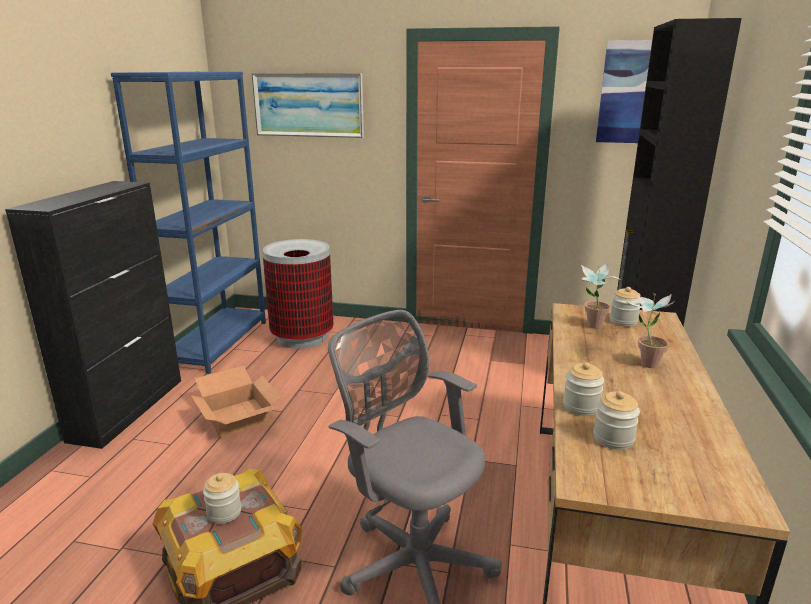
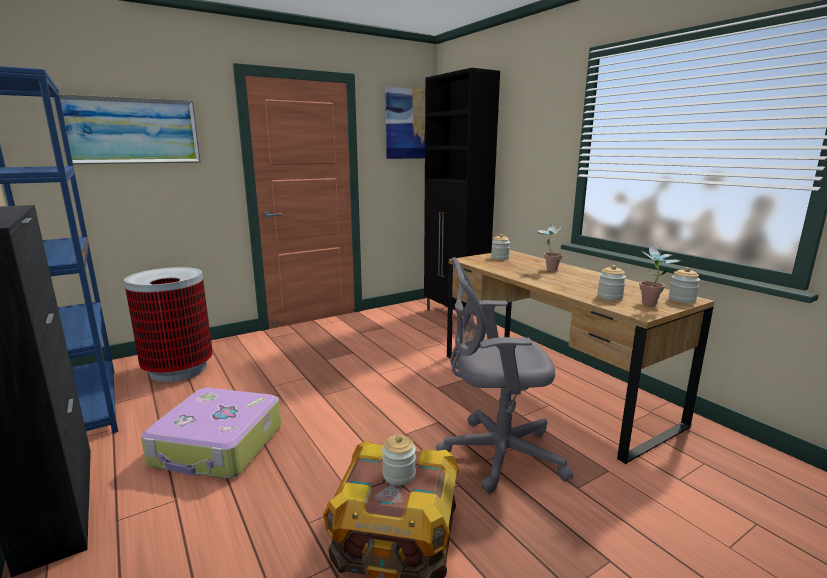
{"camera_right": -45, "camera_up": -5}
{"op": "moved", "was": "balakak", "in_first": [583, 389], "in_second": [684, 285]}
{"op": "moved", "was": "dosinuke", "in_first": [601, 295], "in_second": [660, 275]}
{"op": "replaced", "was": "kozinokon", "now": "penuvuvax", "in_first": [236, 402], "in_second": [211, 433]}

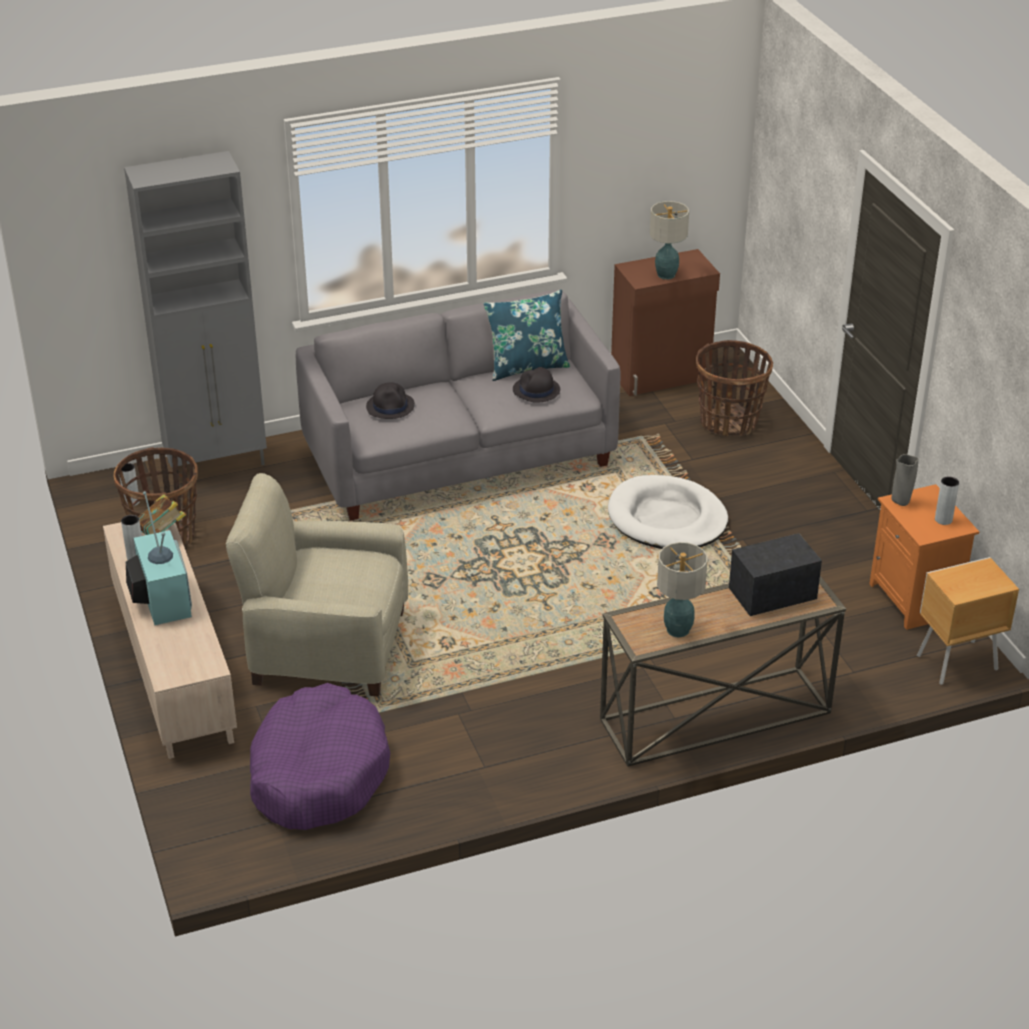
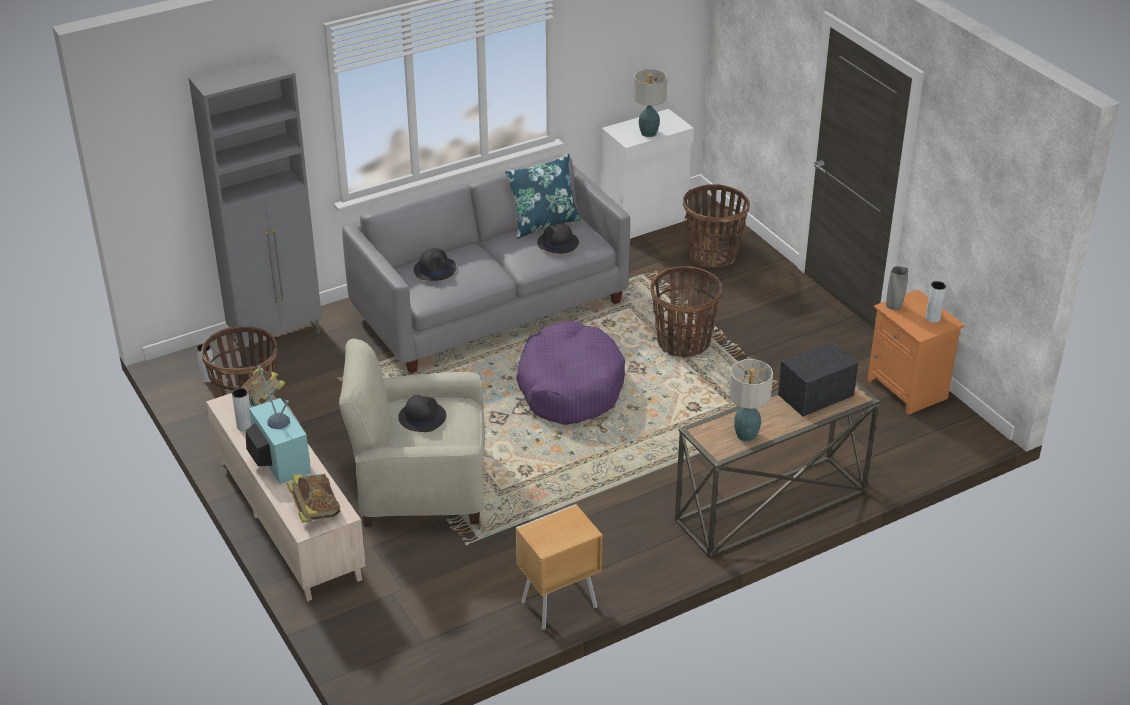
{"camera_right": -10, "camera_up": 0}
{"op": "added", "now": "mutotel", "in_second": [313, 498]}
{"op": "added", "now": "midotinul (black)", "in_second": [422, 413]}
{"op": "moved", "was": "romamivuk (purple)", "in_first": [320, 756], "in_second": [570, 373]}
{"op": "moved", "was": "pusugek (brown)", "in_first": [968, 621], "in_second": [559, 567]}
{"op": "replaced", "was": "romamivuk (white)", "now": "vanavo", "in_first": [668, 512], "in_second": [686, 311]}
{"op": "recoloured", "was": "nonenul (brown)", "now": "nonenul (white)", "in_first": [665, 322], "in_second": [647, 174]}

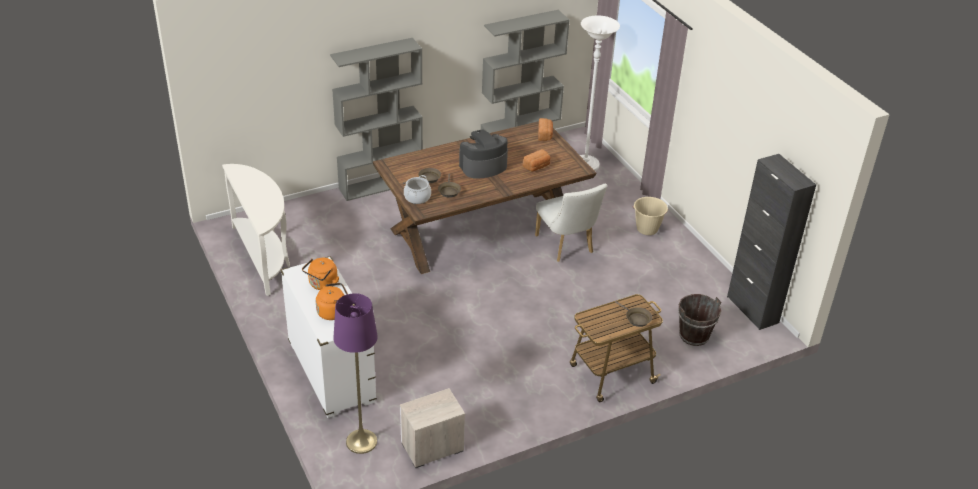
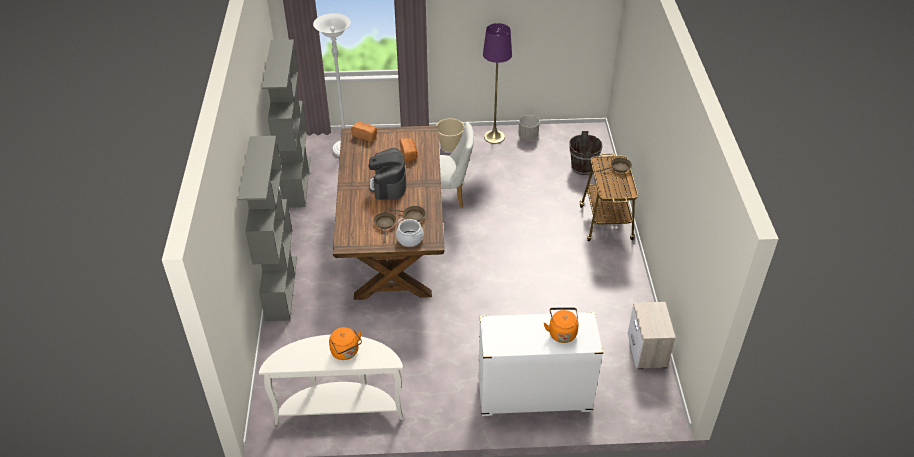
{"camera_right": -65, "camera_up": 5}
{"op": "removed", "was": "nonenul (black)", "in_first": [771, 242]}
{"op": "added", "now": "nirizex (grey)", "in_second": [529, 127]}
{"op": "moved", "was": "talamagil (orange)", "in_first": [320, 274], "in_second": [345, 343]}
{"op": "moved", "was": "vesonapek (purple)", "in_first": [355, 373], "in_second": [497, 83]}

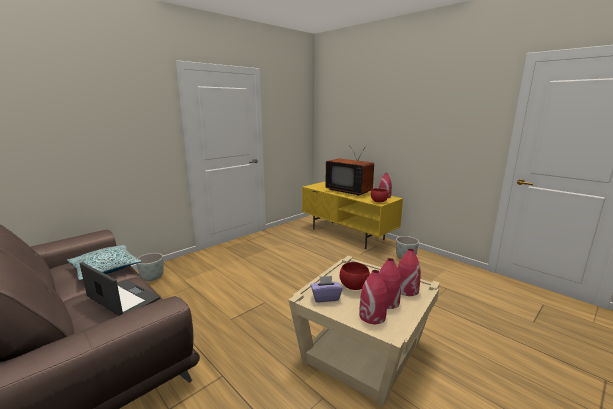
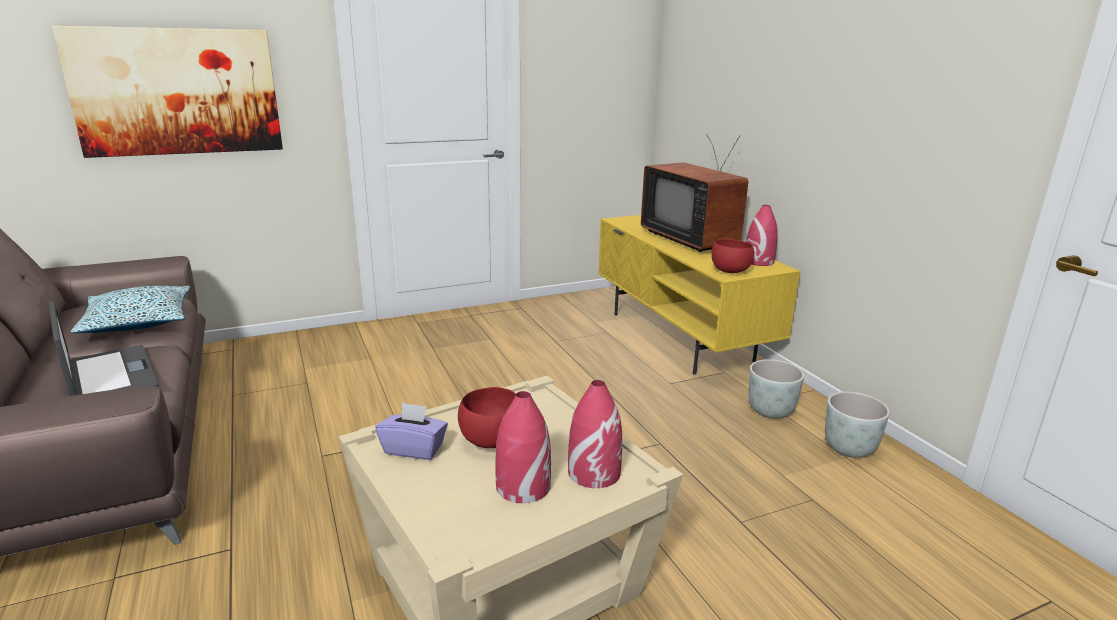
{"camera_right": 20, "camera_up": 5}
{"op": "removed", "was": "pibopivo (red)", "in_first": [373, 297]}
{"op": "added", "now": "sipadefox", "in_second": [167, 92]}
{"op": "moved", "was": "nirizex (grey)", "in_first": [150, 267], "in_second": [857, 425]}

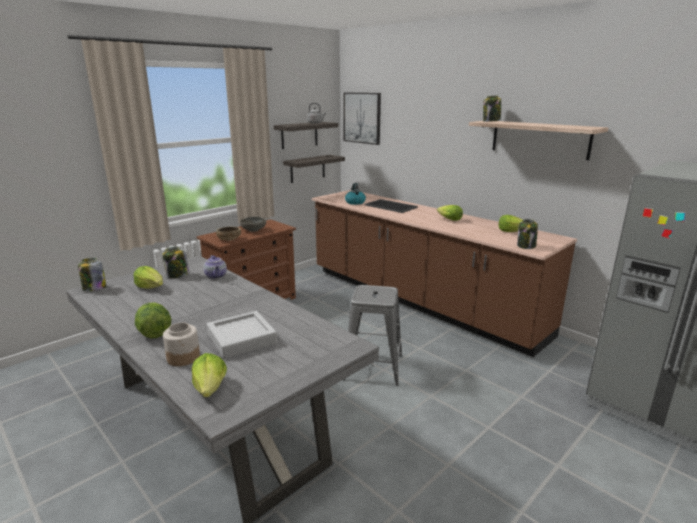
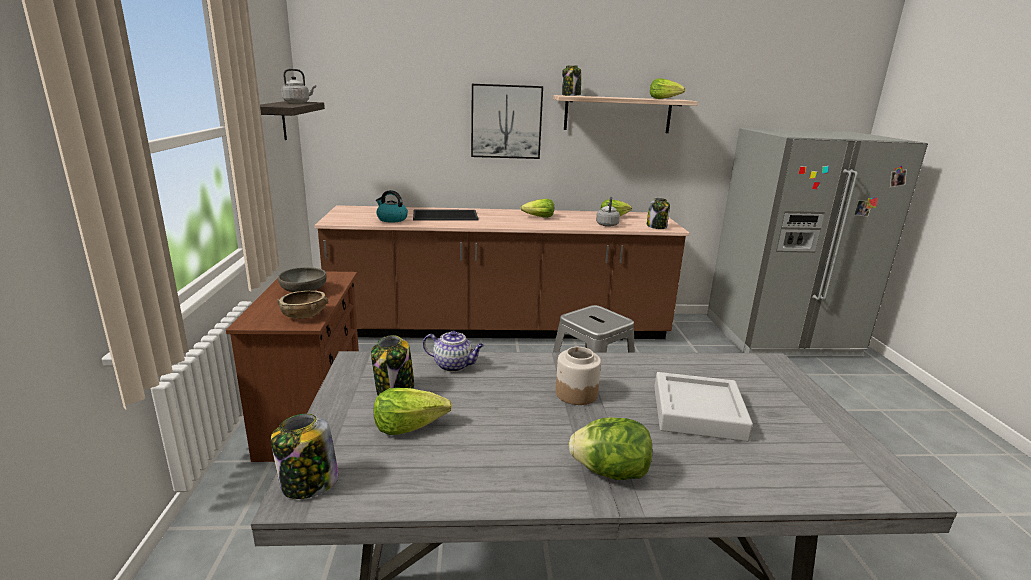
{"camera_right": -50, "camera_up": 0}
{"op": "removed", "was": "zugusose", "in_first": [314, 169]}
{"op": "added", "now": "talamagil (grey)", "in_second": [608, 212]}
{"op": "moved", "was": "balakak", "in_first": [181, 344], "in_second": [578, 376]}
{"op": "moved", "was": "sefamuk", "in_first": [209, 375], "in_second": [667, 88]}
{"op": "moved", "was": "sipadefox", "in_first": [362, 118], "in_second": [507, 121]}

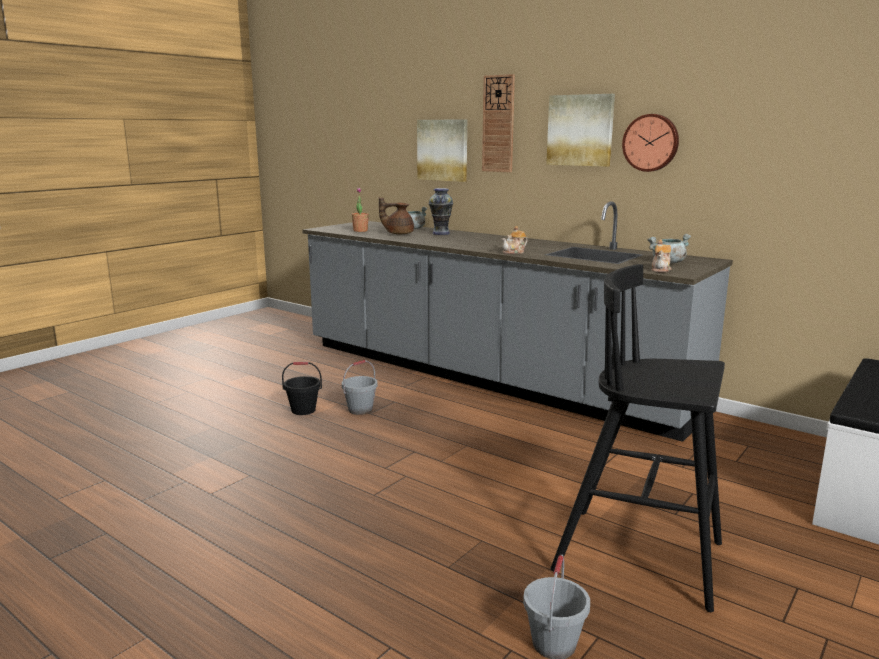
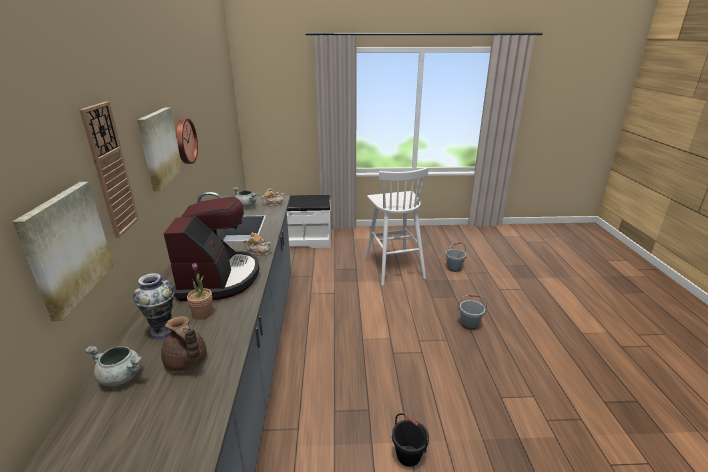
{"camera_right": -130, "camera_up": 10}
{"op": "added", "now": "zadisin", "in_second": [212, 249]}
{"op": "moved", "was": "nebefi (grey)", "in_first": [359, 387], "in_second": [472, 312]}
{"op": "moved", "was": "dosinuke", "in_first": [360, 209], "in_second": [200, 291]}
{"op": "recoloured", "was": "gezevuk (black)", "now": "gezevuk (white)", "in_first": [638, 438], "in_second": [397, 226]}

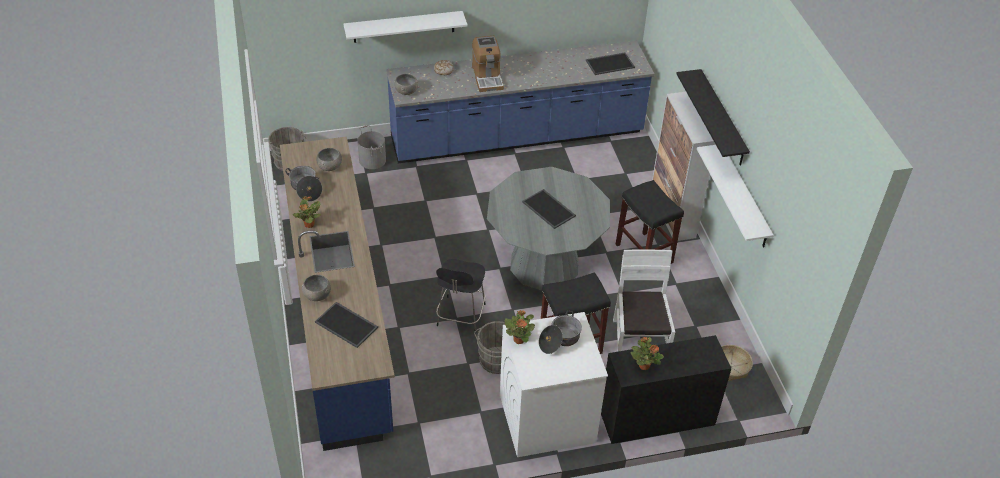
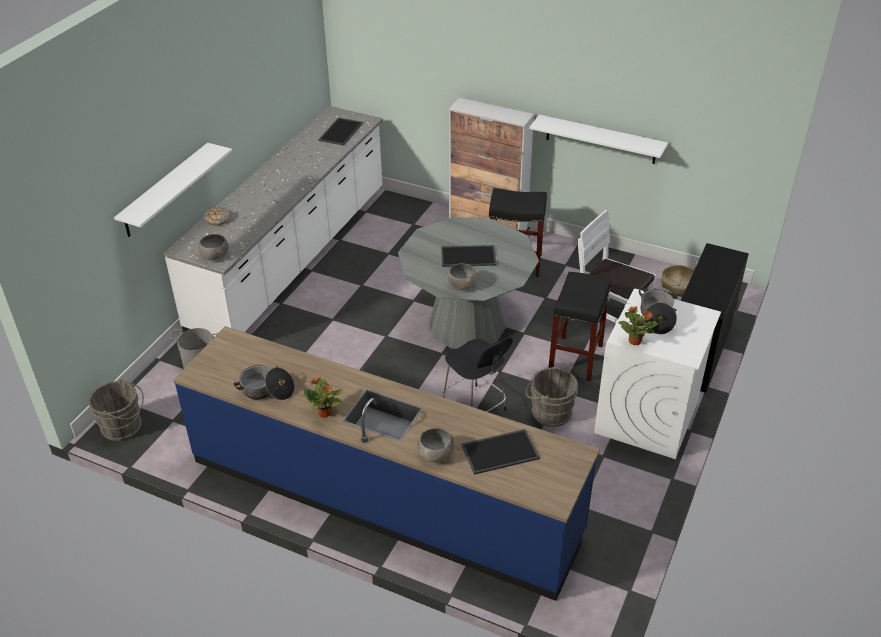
{"camera_right": -50, "camera_up": -5}
{"op": "removed", "was": "zadisin", "in_first": [488, 64]}
{"op": "removed", "was": "dosinuke", "in_first": [647, 353]}
{"op": "removed", "was": "zugusose (black)", "in_first": [713, 117]}
{"op": "moved", "was": "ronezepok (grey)", "in_first": [329, 159], "in_second": [462, 276]}
{"op": "recoloured", "was": "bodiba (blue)", "now": "bodiba (white)", "in_first": [520, 102], "in_second": [273, 221]}

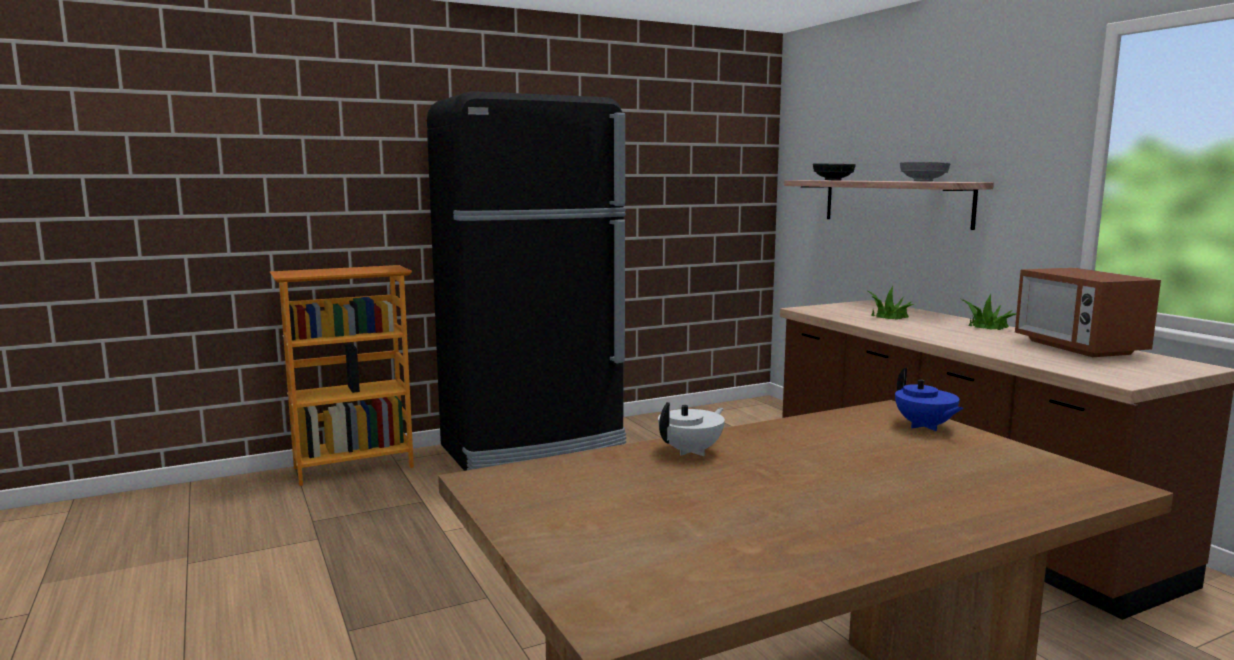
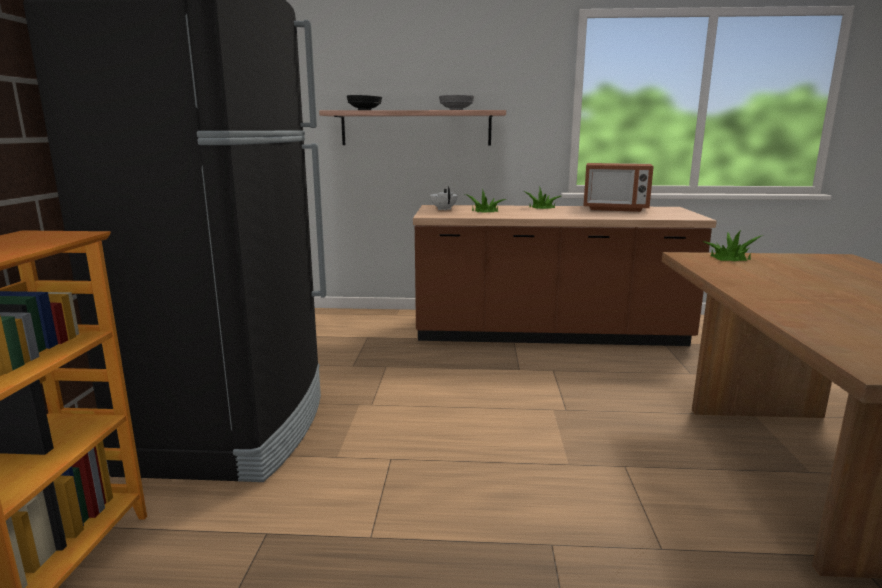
{"camera_right": -60, "camera_up": 5}
{"op": "moved", "was": "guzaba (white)", "in_first": [691, 429], "in_second": [444, 198]}
{"op": "replaced", "was": "guzaba (blue)", "now": "dosinuke", "in_first": [929, 399], "in_second": [733, 245]}

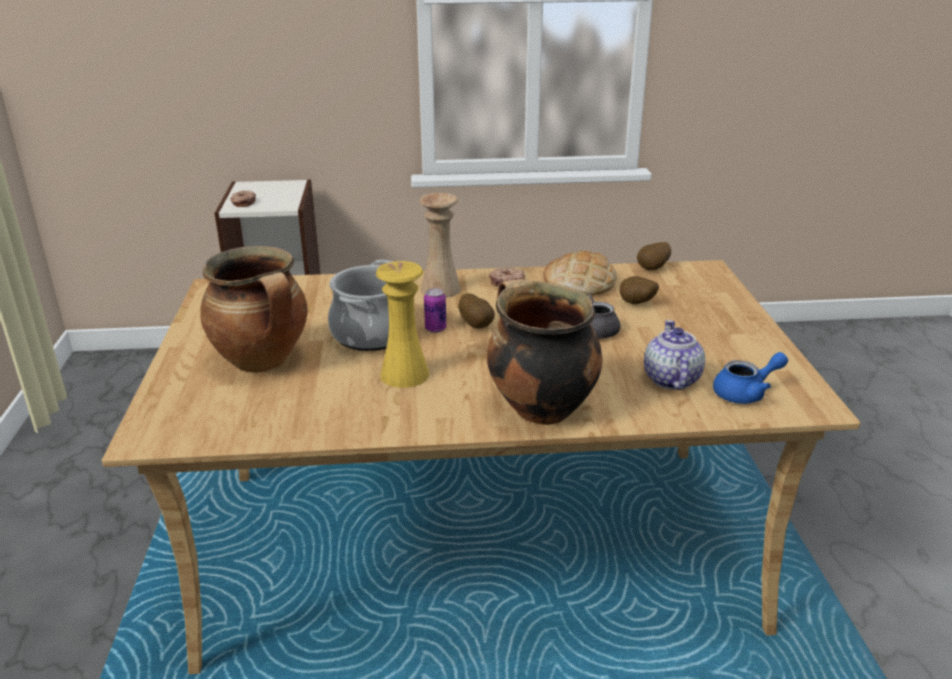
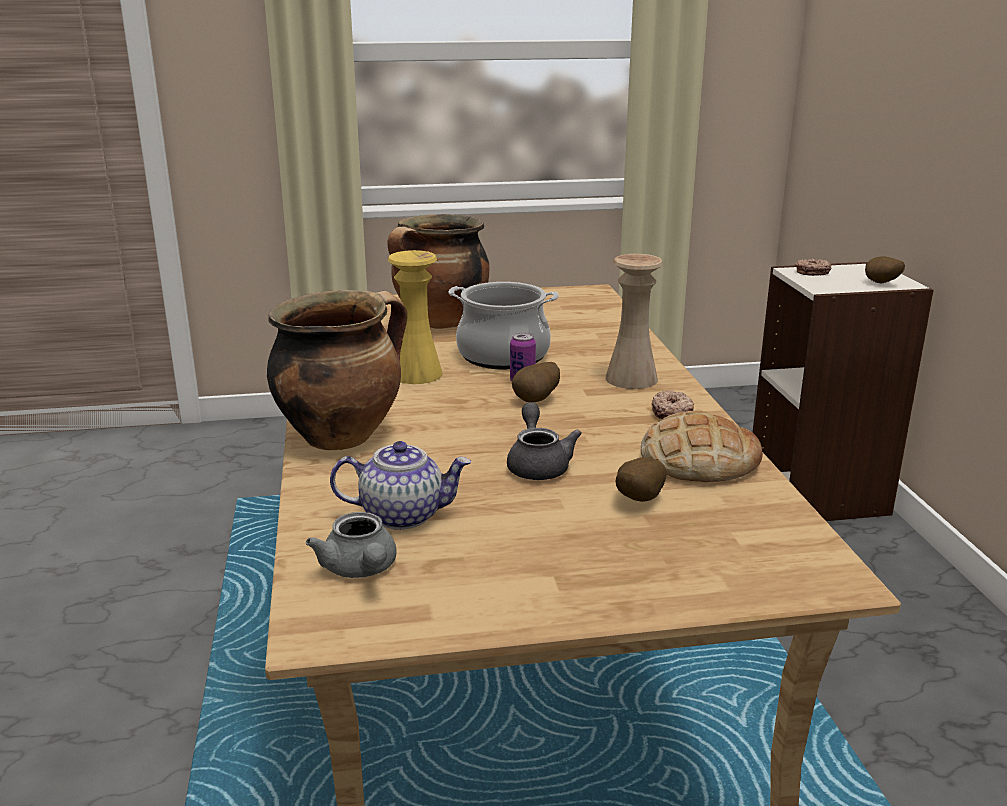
{"camera_right": 85, "camera_up": -5}
{"op": "moved", "was": "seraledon", "in_first": [654, 256], "in_second": [885, 269]}
{"op": "recoloured", "was": "guzaba (blue)", "now": "guzaba (grey)", "in_first": [750, 378], "in_second": [351, 545]}

